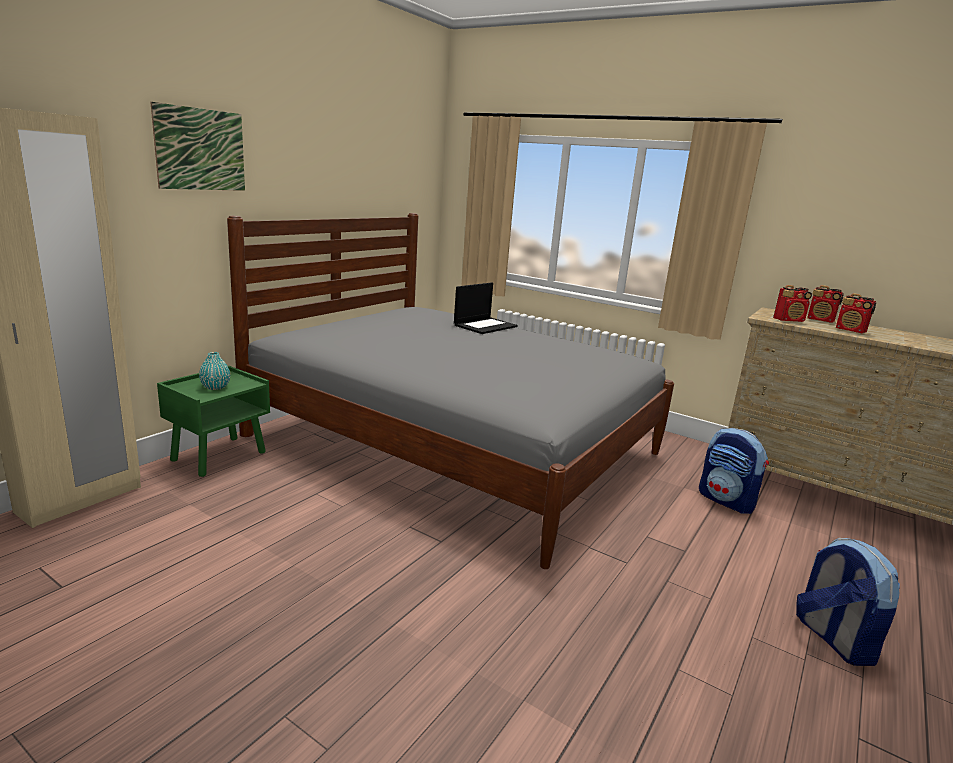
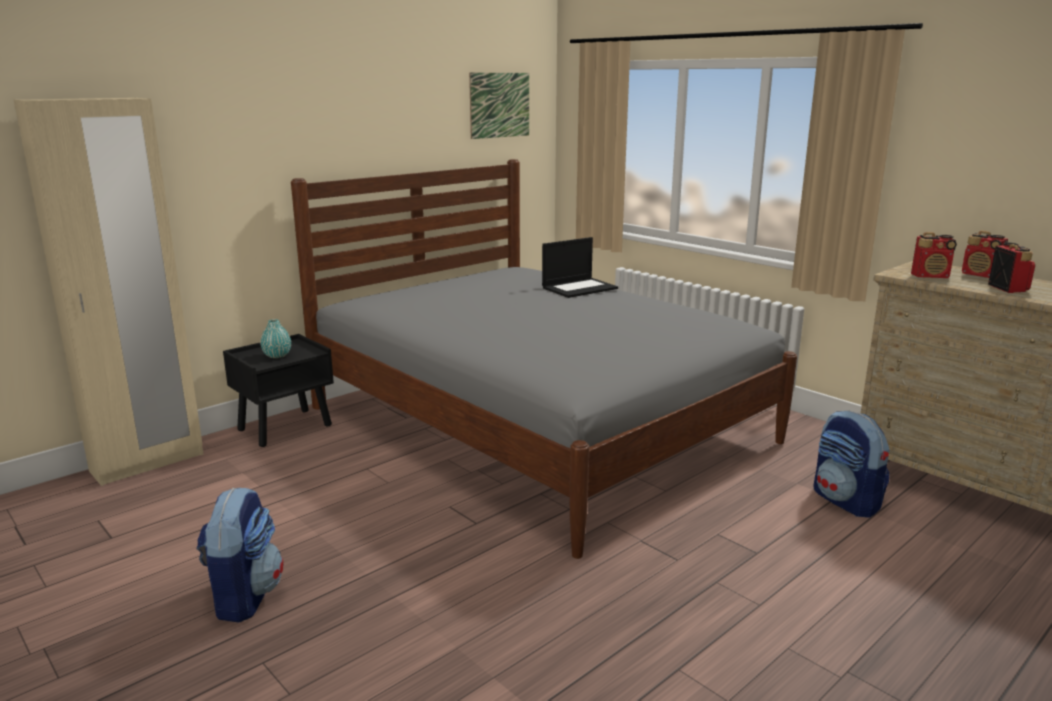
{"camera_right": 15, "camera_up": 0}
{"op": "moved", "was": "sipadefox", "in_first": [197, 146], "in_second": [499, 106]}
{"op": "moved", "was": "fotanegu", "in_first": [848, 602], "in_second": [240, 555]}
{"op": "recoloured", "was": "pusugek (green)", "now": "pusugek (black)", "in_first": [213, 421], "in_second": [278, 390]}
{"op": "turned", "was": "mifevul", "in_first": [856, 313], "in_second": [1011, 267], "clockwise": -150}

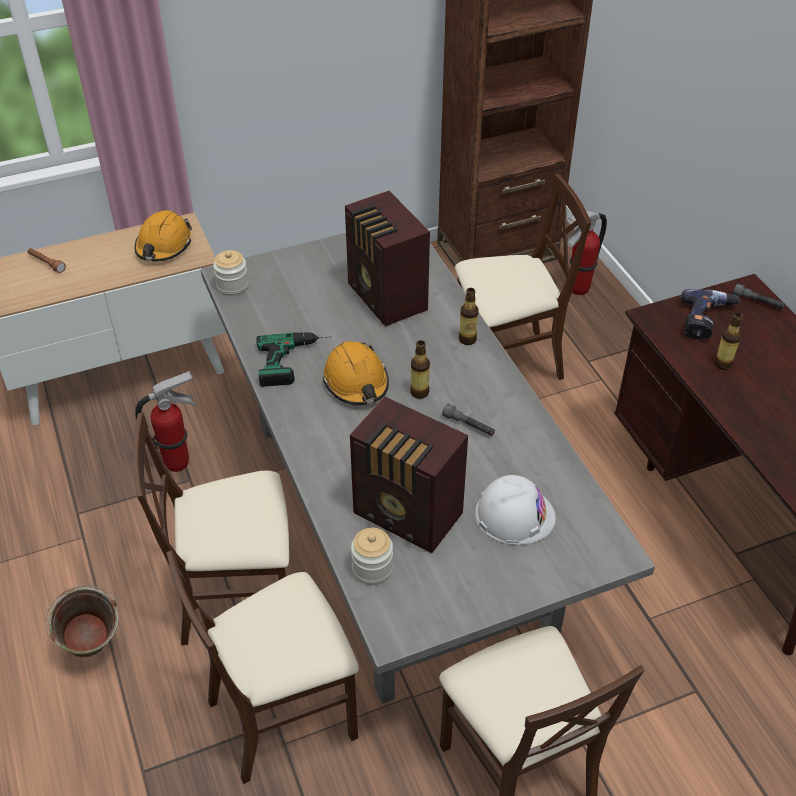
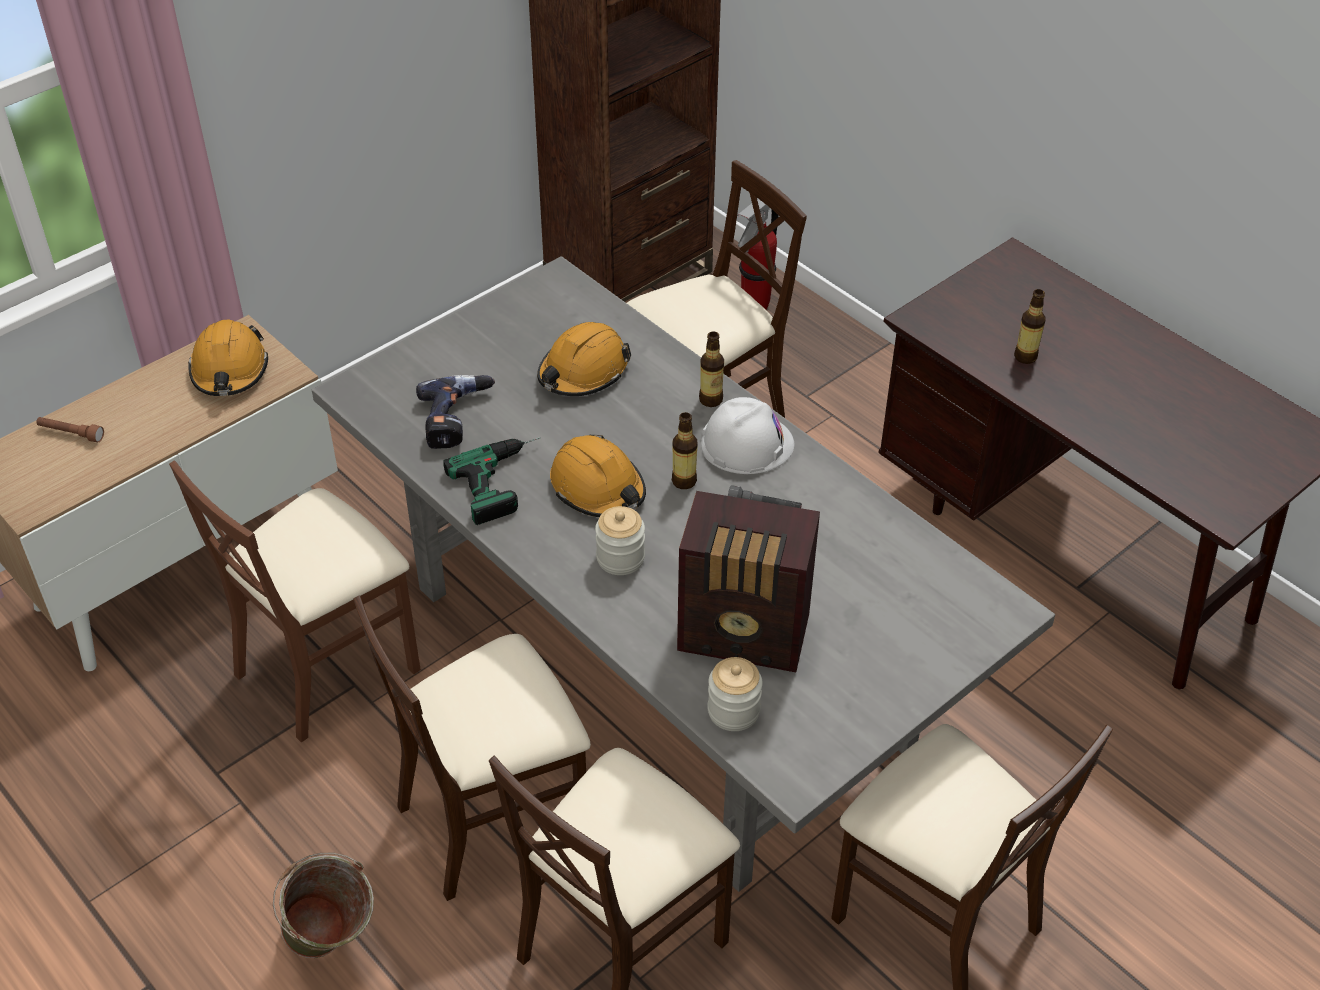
{"camera_right": -20, "camera_up": 0}
{"op": "removed", "was": "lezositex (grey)", "in_first": [759, 296]}
{"op": "moved", "was": "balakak", "in_first": [231, 273], "in_second": [620, 540]}
{"op": "moved", "was": "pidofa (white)", "in_first": [515, 510], "in_second": [747, 435]}
{"op": "moved", "was": "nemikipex", "in_first": [710, 314], "in_second": [455, 412]}
{"op": "replaced", "was": "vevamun", "now": "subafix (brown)", "in_first": [165, 421], "in_second": [295, 601]}
{"op": "replaced", "was": "mifevul", "now": "pidofa (orange)", "in_first": [387, 258], "in_second": [584, 359]}

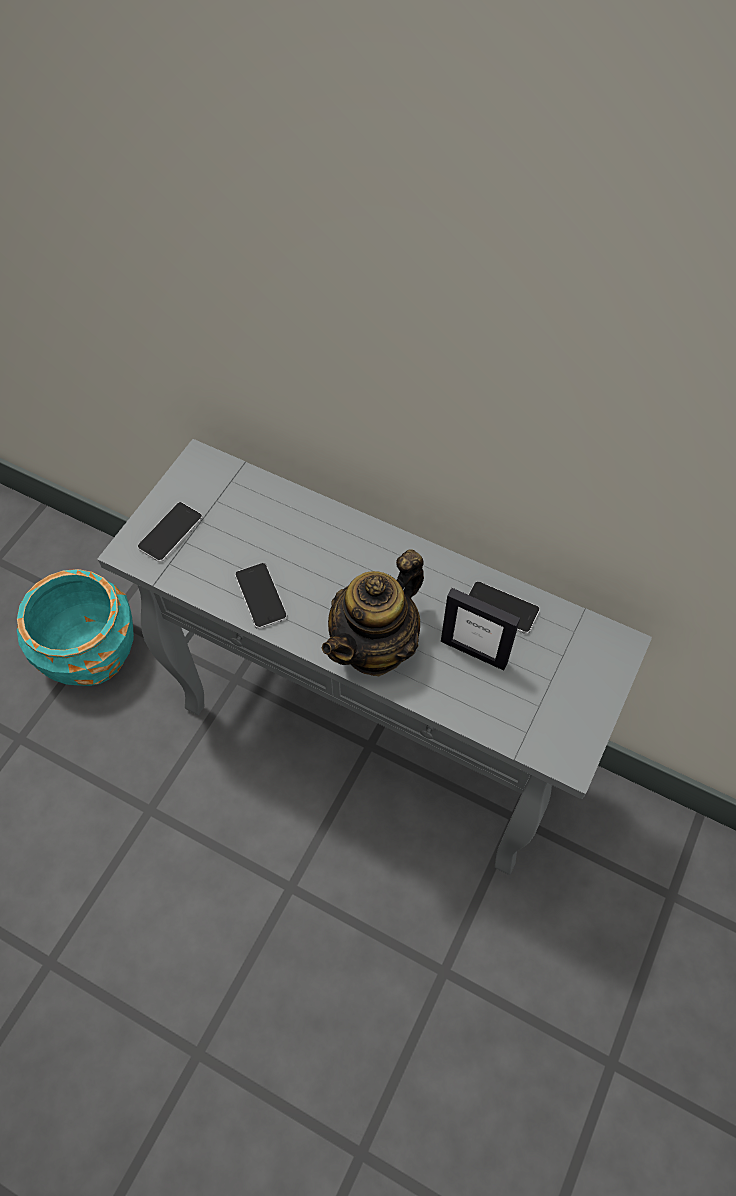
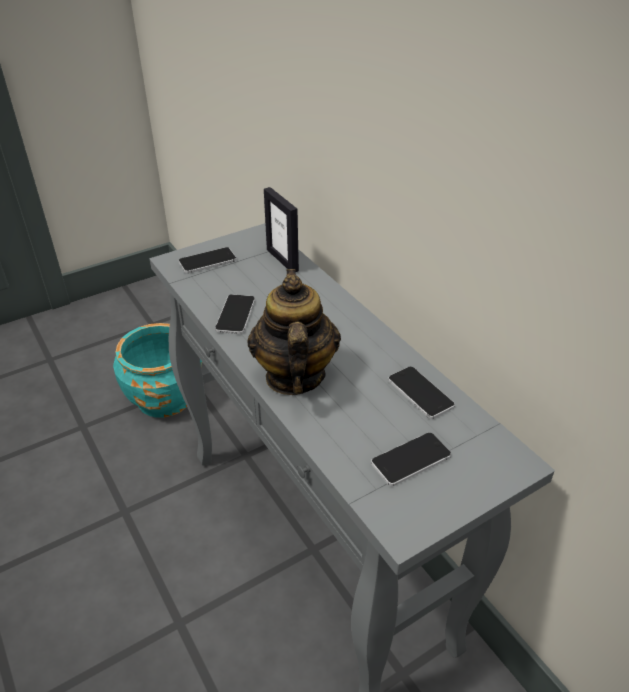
{"camera_right": 30, "camera_up": -20}
{"op": "added", "now": "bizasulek", "in_second": [411, 459]}
{"op": "moved", "was": "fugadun", "in_first": [480, 629], "in_second": [281, 229]}
{"op": "turned", "was": "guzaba", "in_first": [373, 612], "in_second": [294, 332], "clockwise": 105}

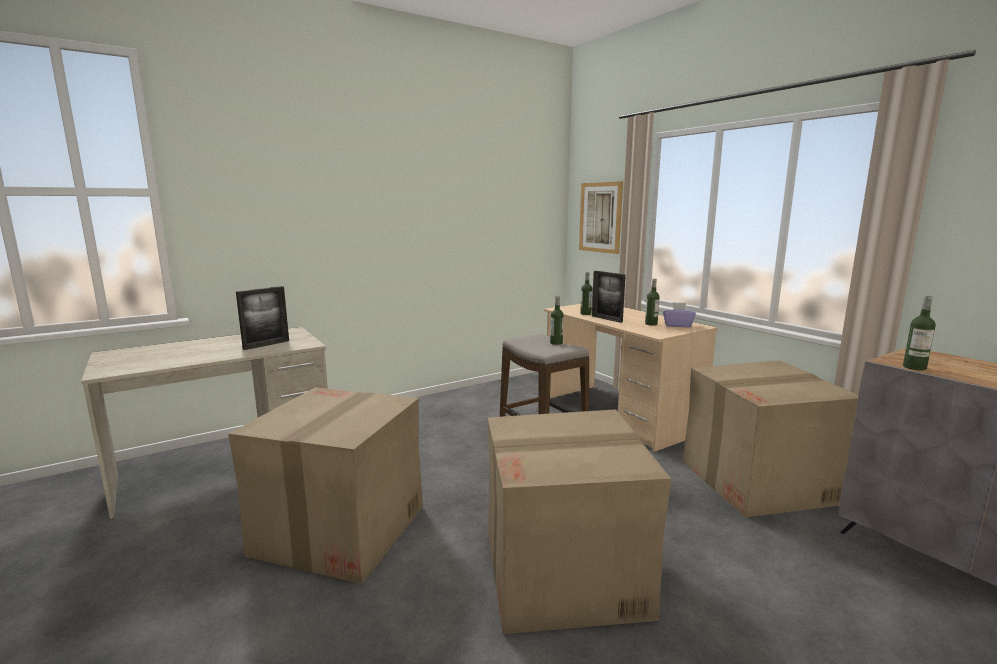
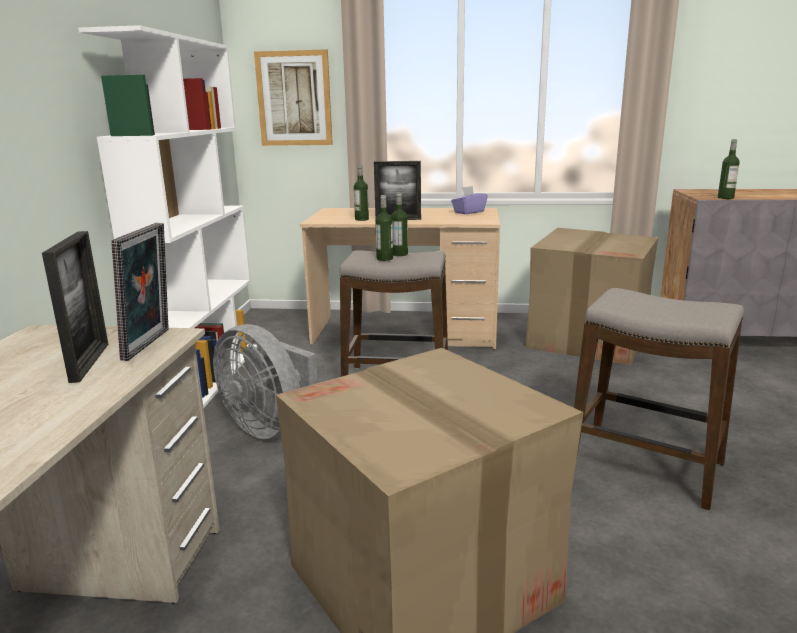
{"camera_right": -50, "camera_up": 5}
{"op": "added", "now": "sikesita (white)", "in_second": [167, 216]}
{"op": "added", "now": "fugadun", "in_second": [140, 292]}
{"op": "added", "now": "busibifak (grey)", "in_second": [265, 381]}
{"op": "moved", "was": "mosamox", "in_first": [652, 302], "in_second": [384, 228]}
{"op": "replaced", "was": "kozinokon", "now": "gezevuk", "in_first": [579, 521], "in_second": [659, 399]}

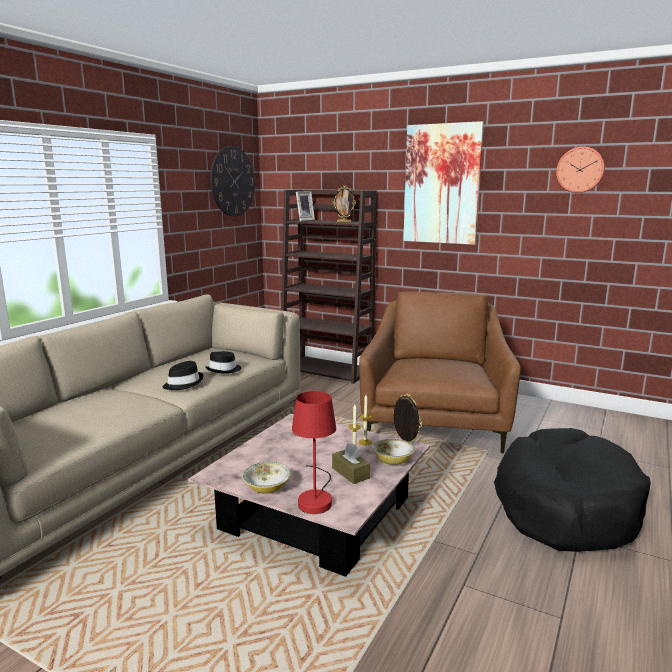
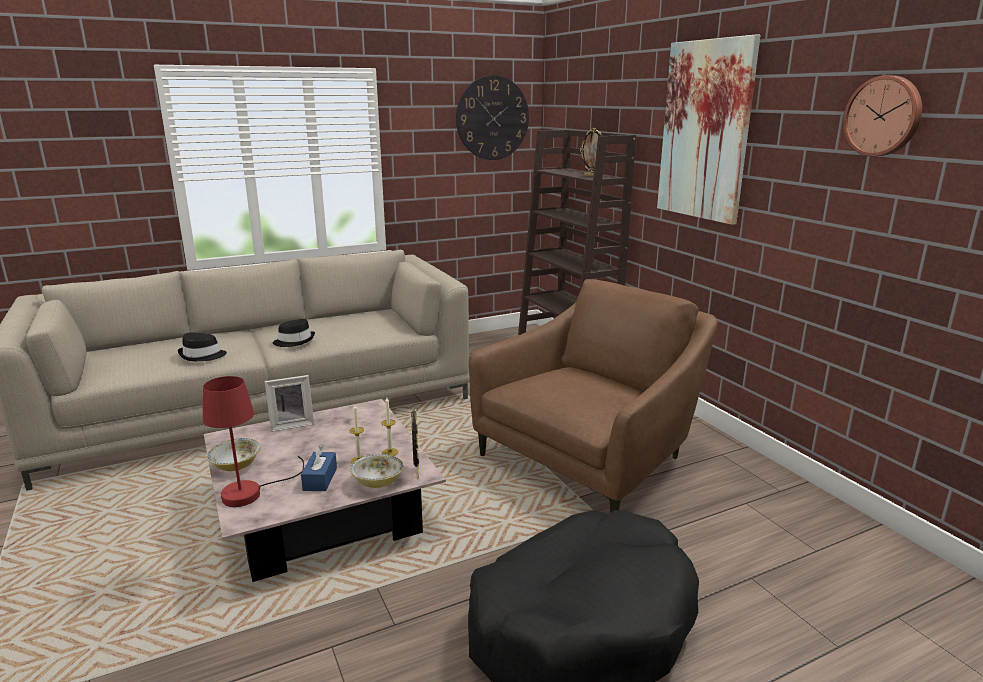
{"camera_right": 35, "camera_up": 5}
{"op": "moved", "was": "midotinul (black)", "in_first": [223, 362], "in_second": [202, 347]}
{"op": "moved", "was": "fugadun", "in_first": [305, 206], "in_second": [289, 403]}
{"op": "recoloured", "was": "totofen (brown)", "now": "totofen (blue)", "in_first": [351, 463], "in_second": [319, 468]}

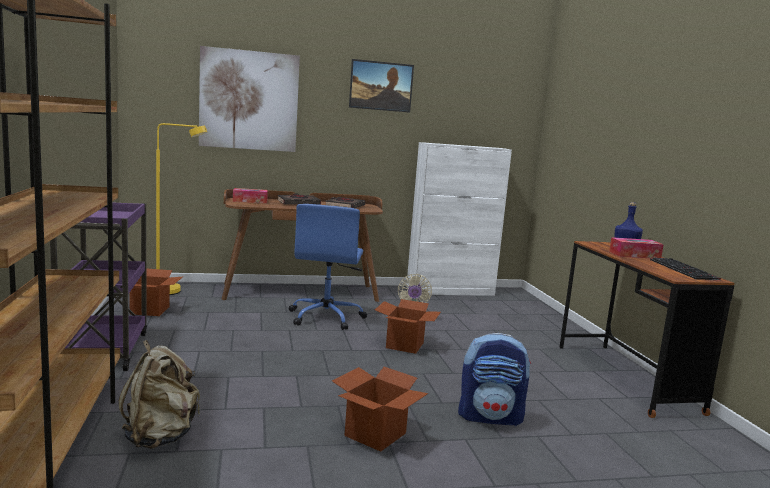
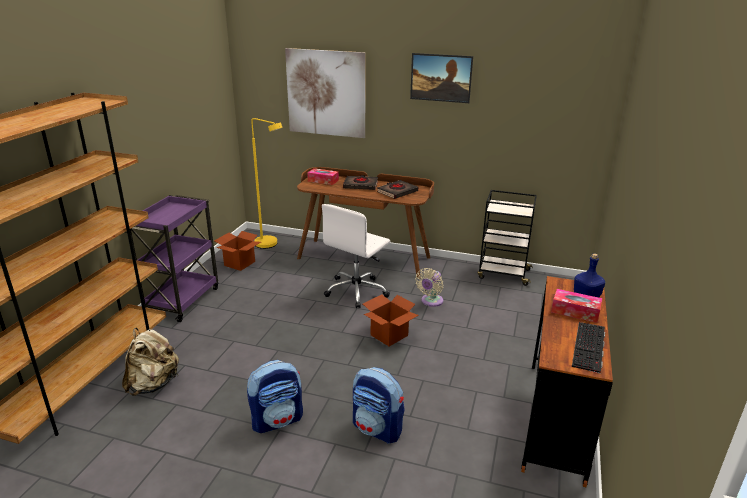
{"camera_right": 30, "camera_up": 15}
{"op": "replaced", "was": "kozinokon", "now": "fotanegu", "in_first": [380, 409], "in_second": [275, 396]}
{"op": "replaced", "was": "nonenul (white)", "now": "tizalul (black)", "in_first": [459, 219], "in_second": [507, 238]}
{"op": "recoloured", "was": "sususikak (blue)", "now": "sususikak (white)", "in_first": [327, 267], "in_second": [356, 256]}

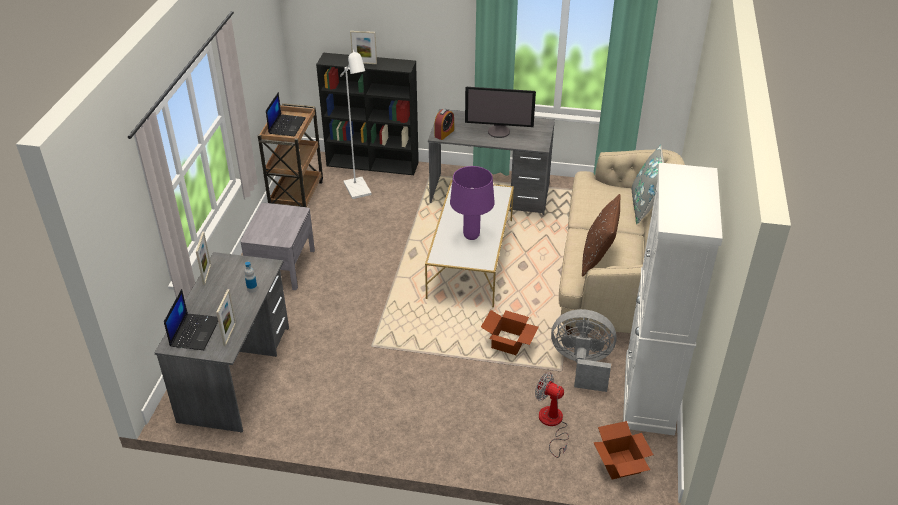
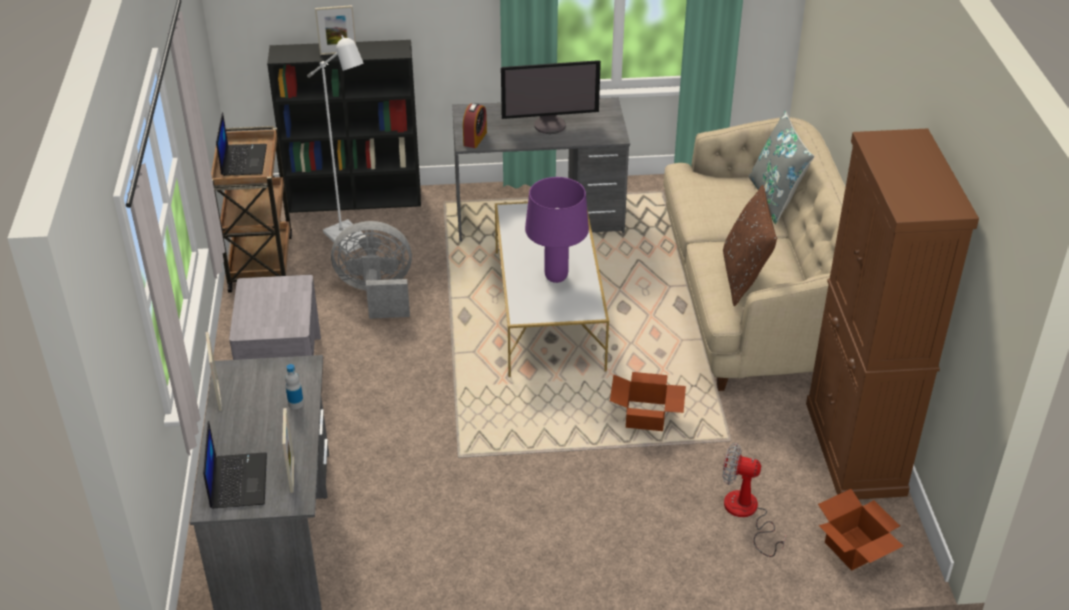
{"camera_right": -15, "camera_up": 0}
{"op": "moved", "was": "busibifak (grey)", "in_first": [583, 350], "in_second": [371, 270]}
{"op": "recoloured", "was": "nonenul (white)", "now": "nonenul (brown)", "in_first": [673, 299], "in_second": [892, 314]}

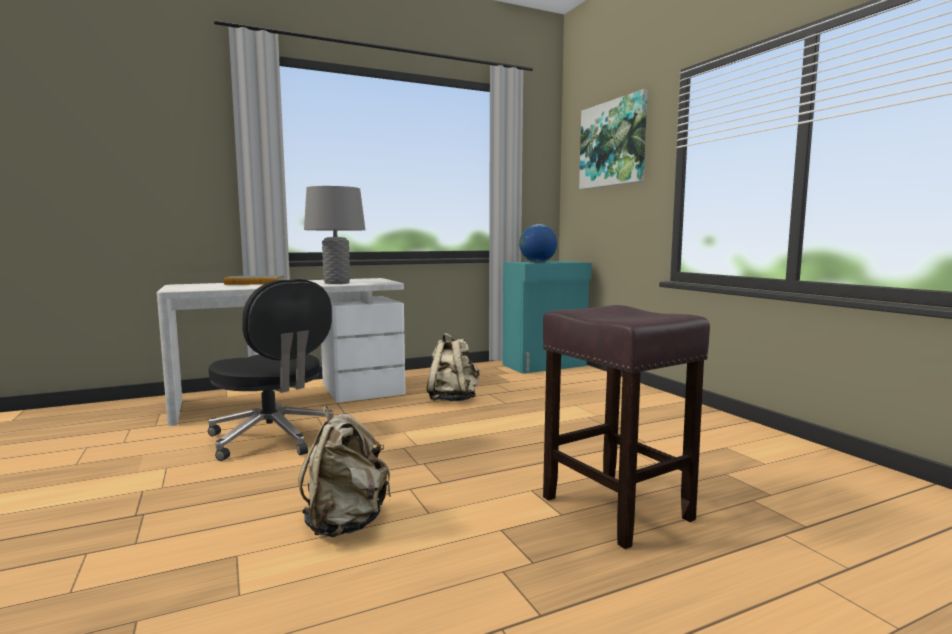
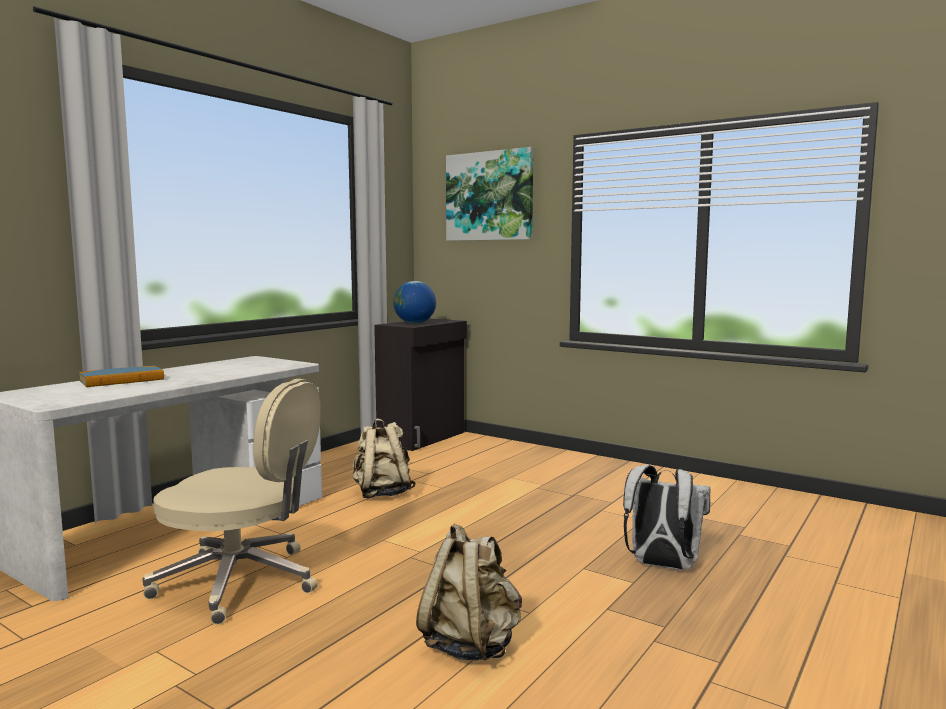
{"camera_right": -30, "camera_up": 0}
{"op": "removed", "was": "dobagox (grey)", "in_first": [334, 235]}
{"op": "replaced", "was": "gezevuk (brown)", "now": "fotanegu (white)", "in_first": [626, 427], "in_second": [667, 517]}
{"op": "recoloured", "was": "sususikak (black)", "now": "sususikak (beige)", "in_first": [271, 370], "in_second": [231, 502]}
{"op": "recoloured", "was": "nonenul (turquoise)", "now": "nonenul (black)", "in_first": [546, 317], "in_second": [420, 384]}

